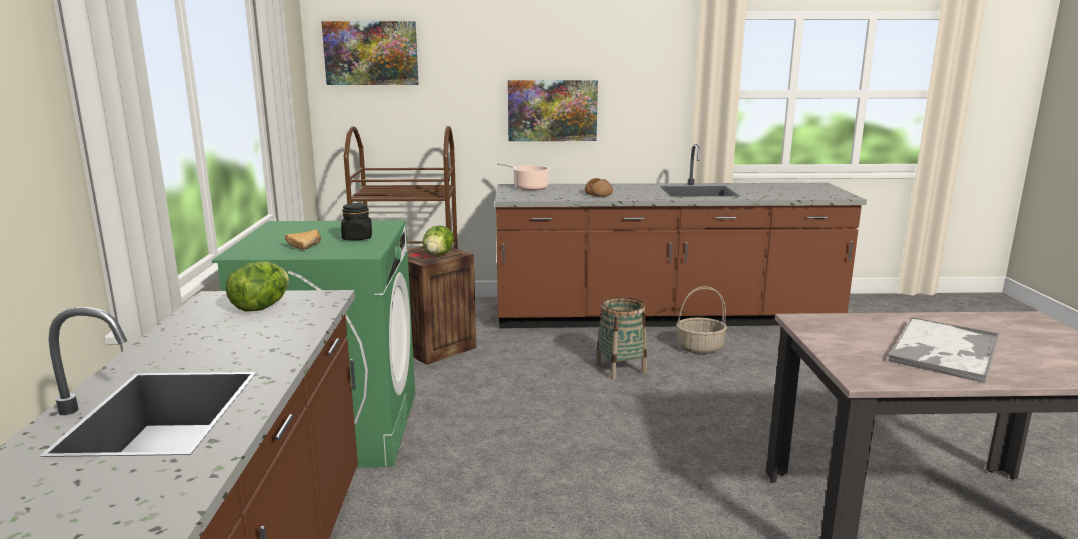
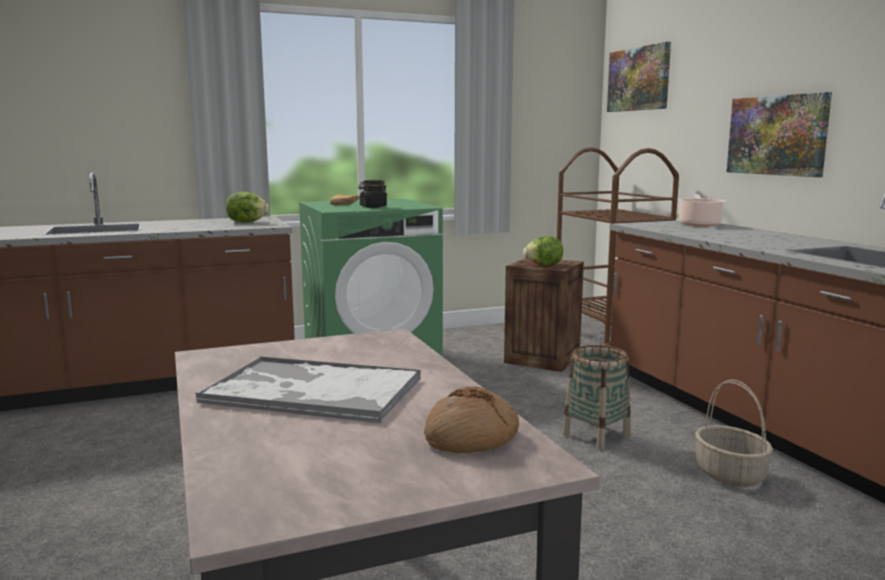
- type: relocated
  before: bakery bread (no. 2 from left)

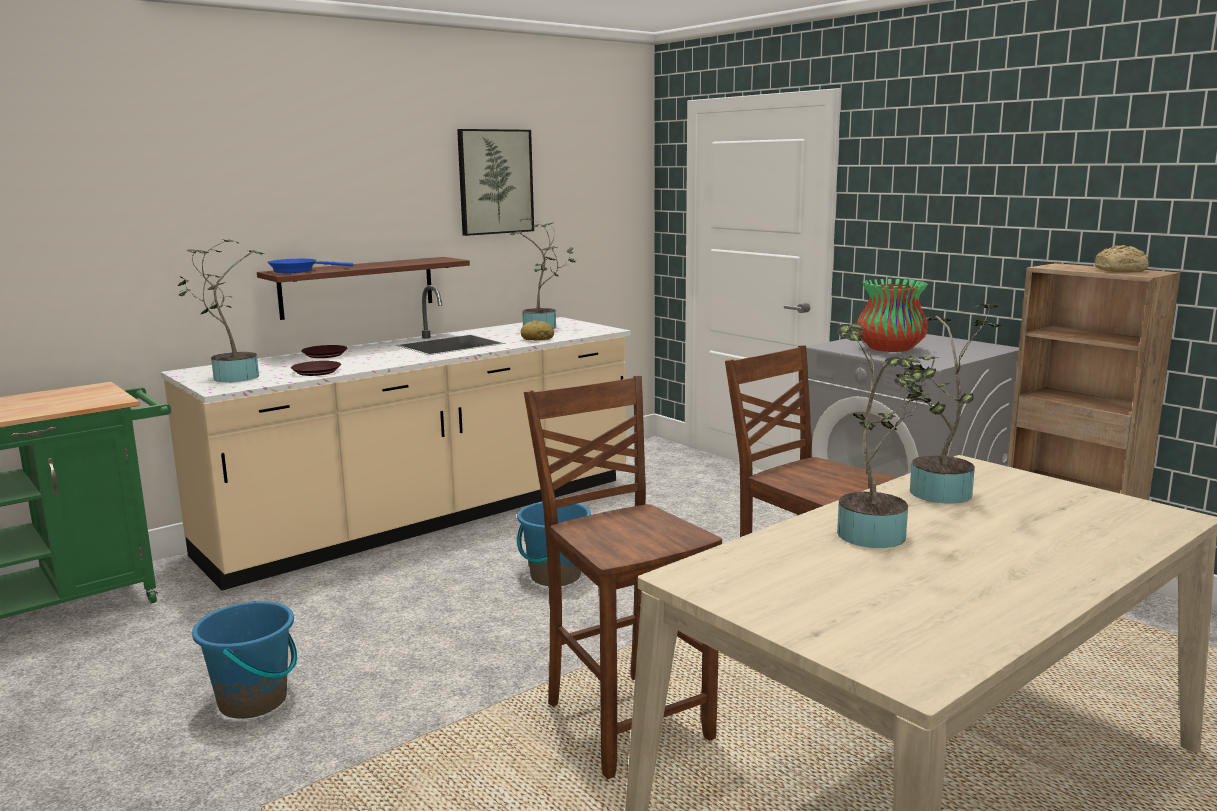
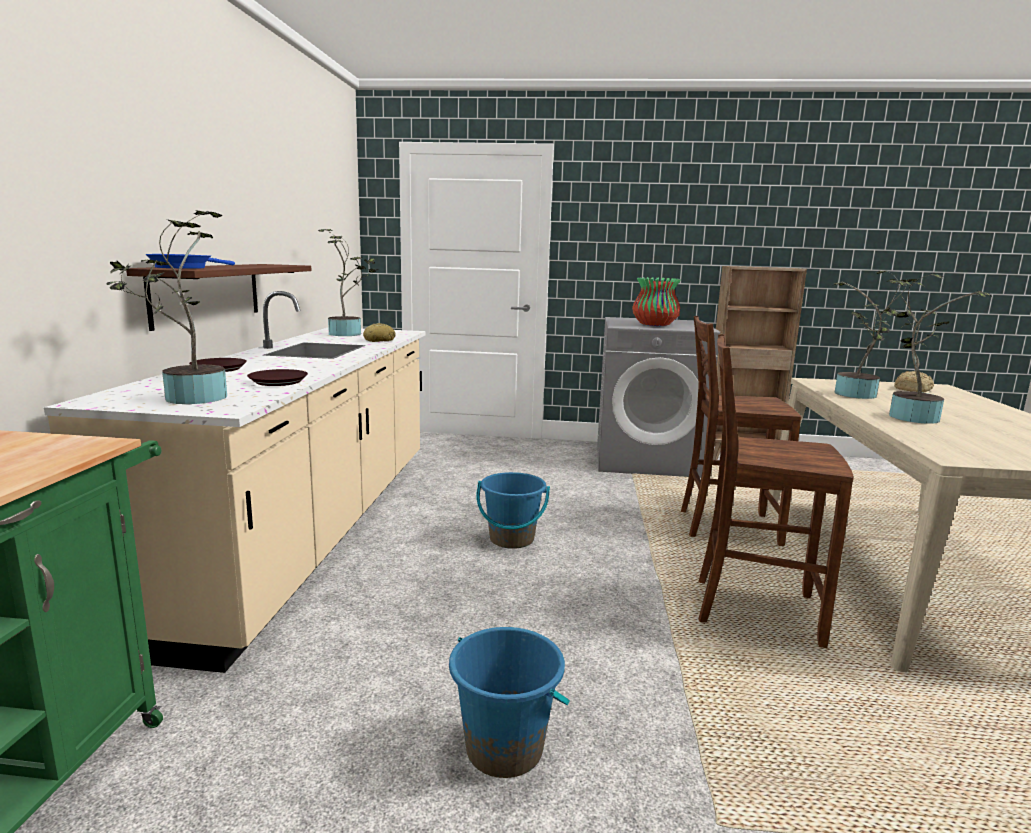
- type: missing
  before: wall picture
- type: relocated
  before: bakery bread (no. 2 from left)

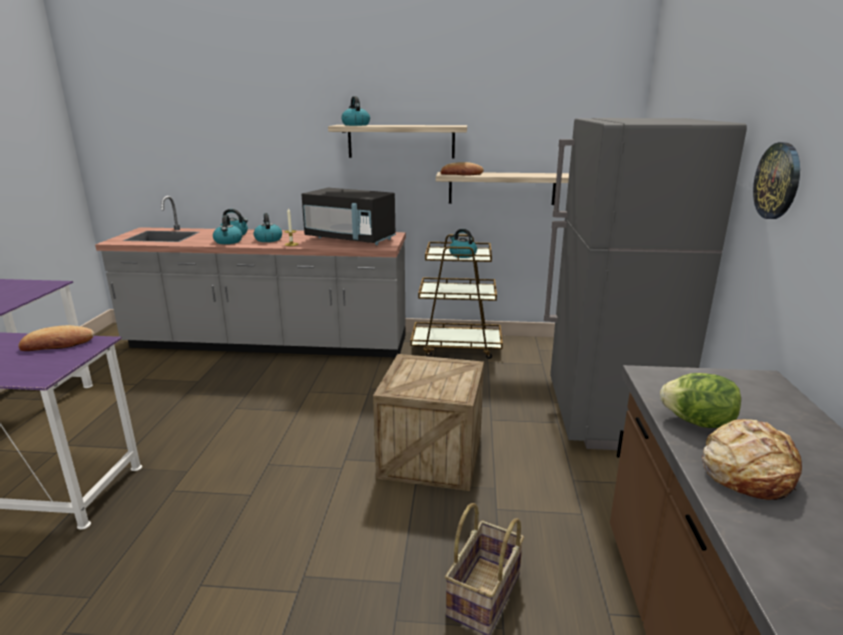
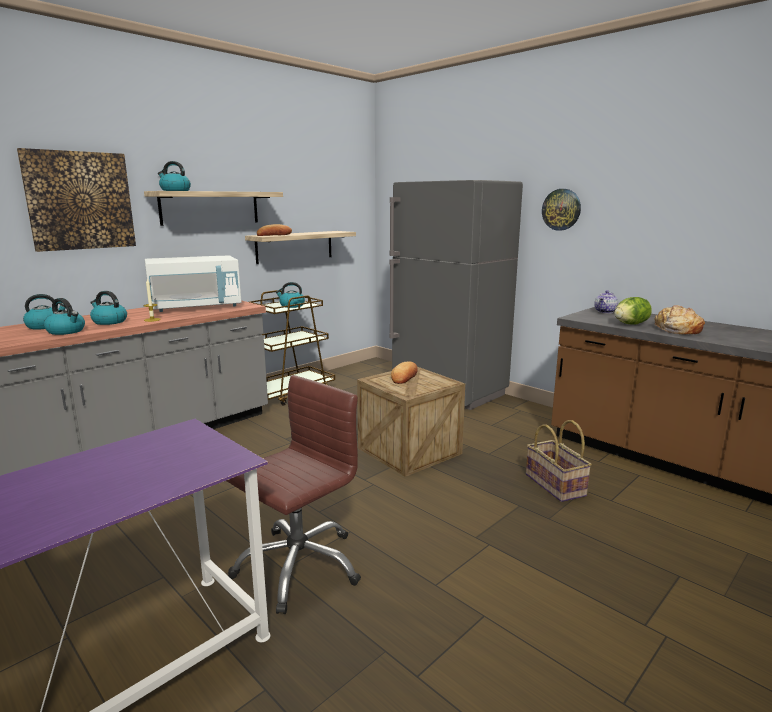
- type: relocated
  before: bakery bread (no. 1 from left in the first image)
  after: bakery bread (no. 2 from left)
- type: colour
  before: kitchen microwave (black-coloured)
  after: kitchen microwave (white)
- type: appeared
  after: wall picture
- type: appeared
  after: office chair (brown)
- type: appeared
  after: tea pot

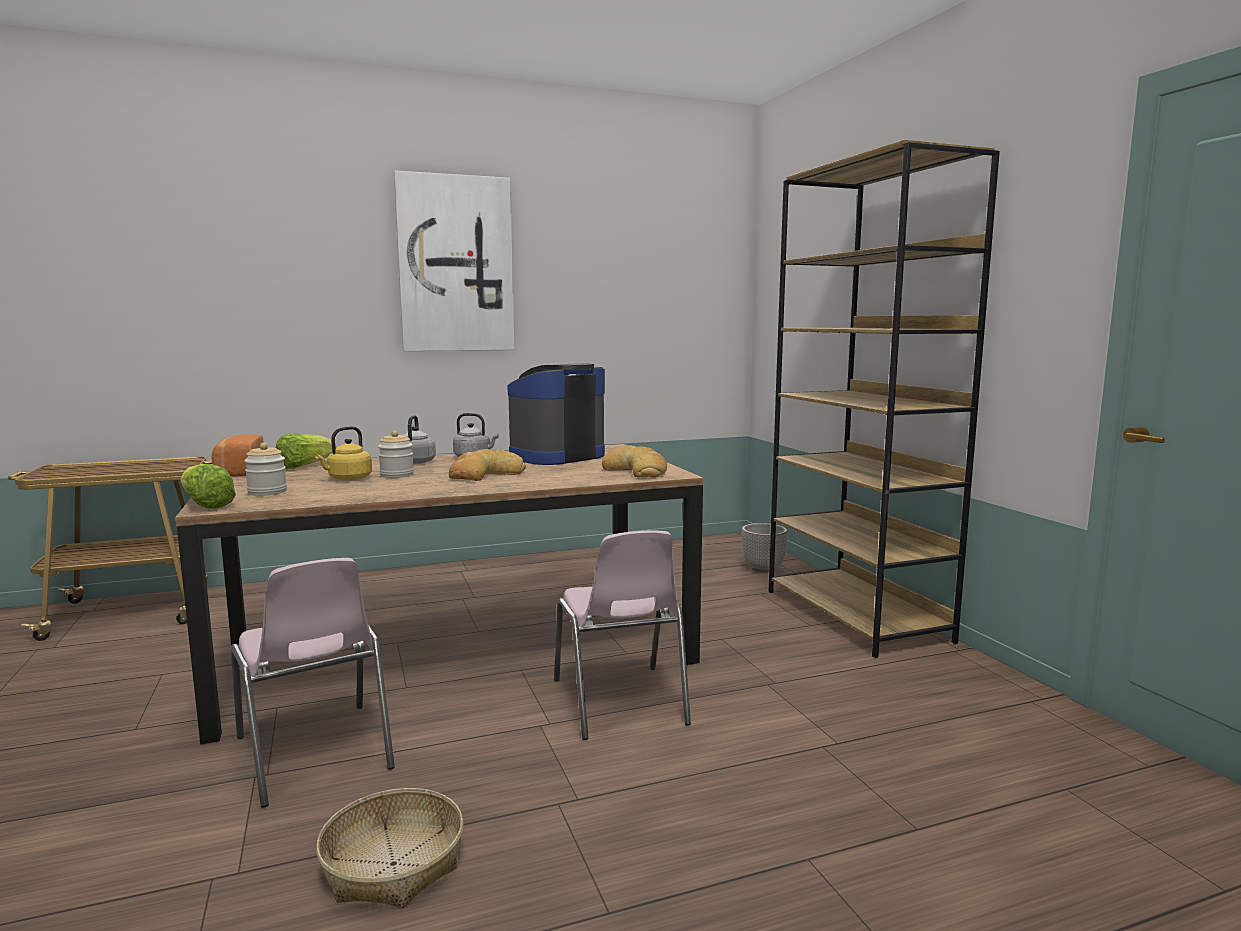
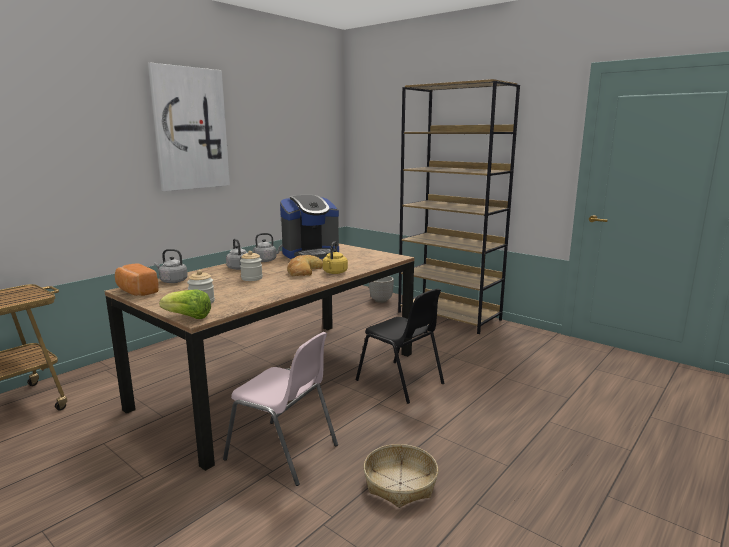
- type: exchanged
  before: lettuce (no. 2 from left)
  after: tea kettle (grey) (no. 1 from left)
- type: relocated
  before: tea kettle (yellow-coloured)
- type: spun
  before: coffee brewer
  turn: -135
- type: colour
  before: chair (pink-coloured) (no. 2 from left)
  after: chair (black-coloured)
- type: missing
  before: bakery bread (no. 3 from left)

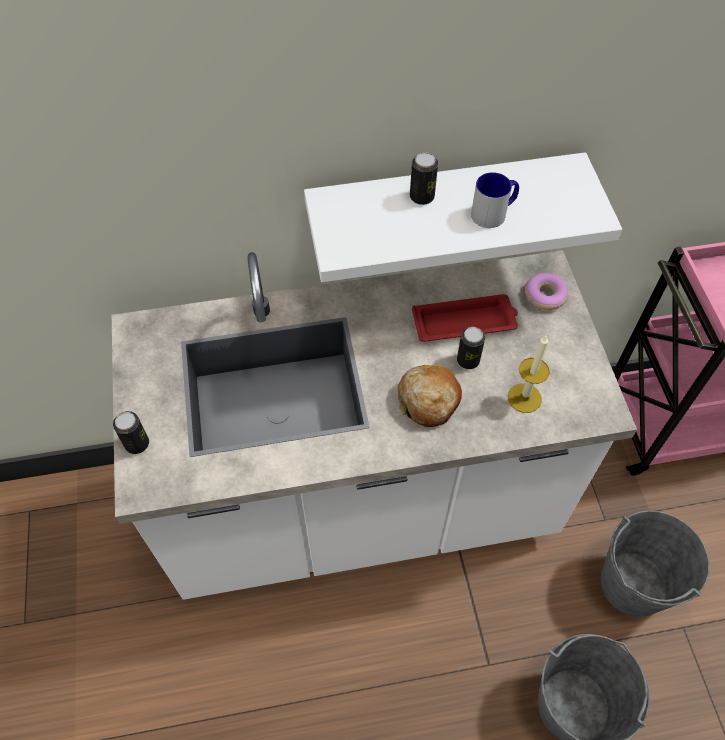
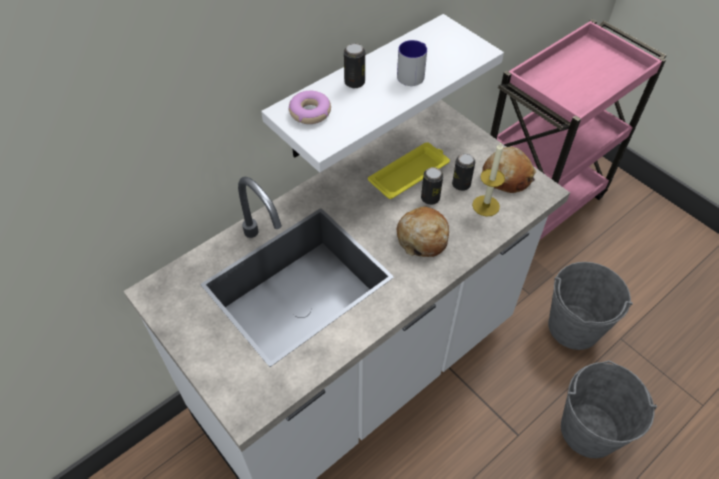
- type: relocated
  before: metal can (no. 1 from left in the first image)
  after: metal can (no. 3 from left)
- type: colour
  before: carrying tray (reddish)
  after: carrying tray (yellow-coloured)
- type: relocated
  before: donut
- type: appeared
  after: bakery bread (no. 2 from left)

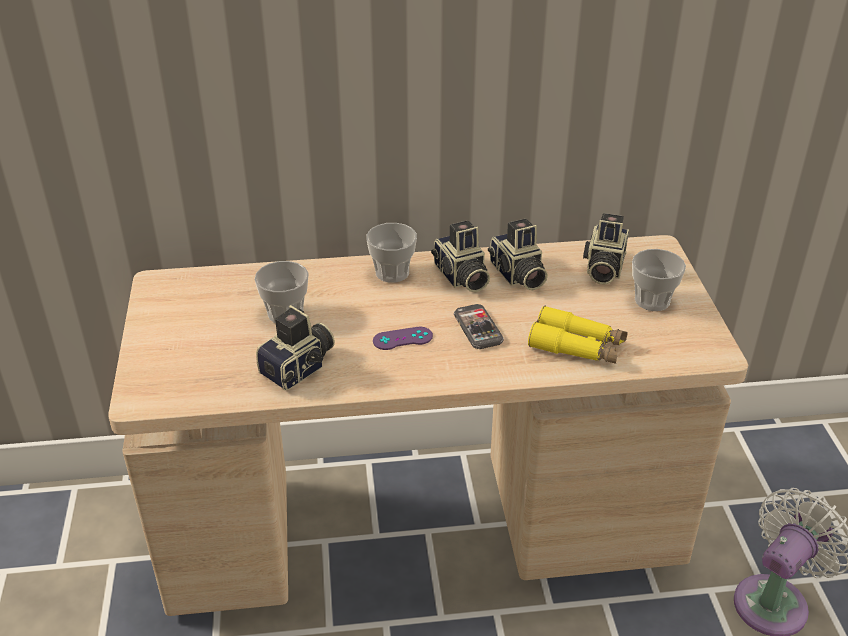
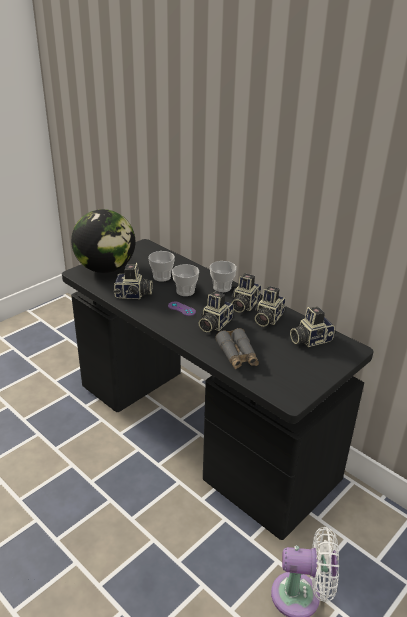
- type: colour
  before: desk (beige-coloured)
  after: desk (black-coloured)
- type: exchanged
  before: telephone
  after: still camera (no. 2 from left)
- type: colour
  before: binoculars (yellow-coloured)
  after: binoculars (grey)
- type: relocated
  before: small cup (no. 3 from left in the first image)
  after: small cup (no. 2 from left)
- type: appeared
  after: globe

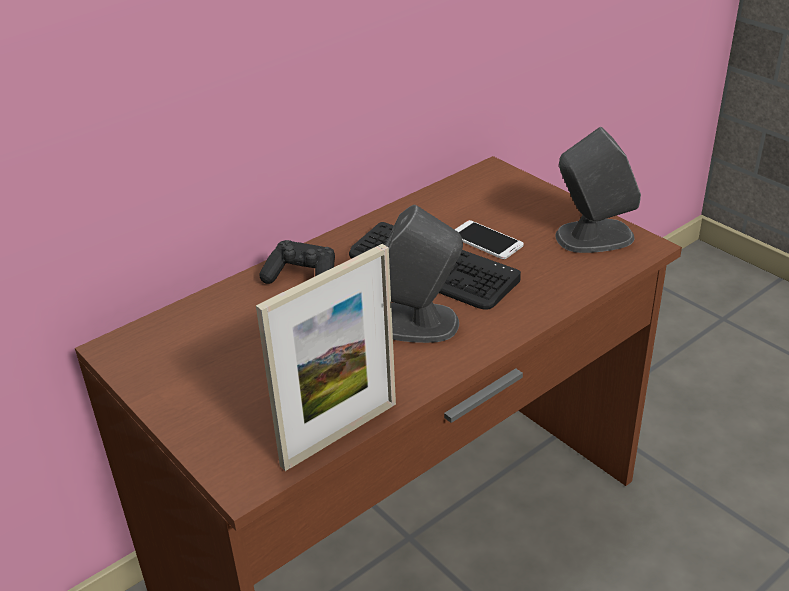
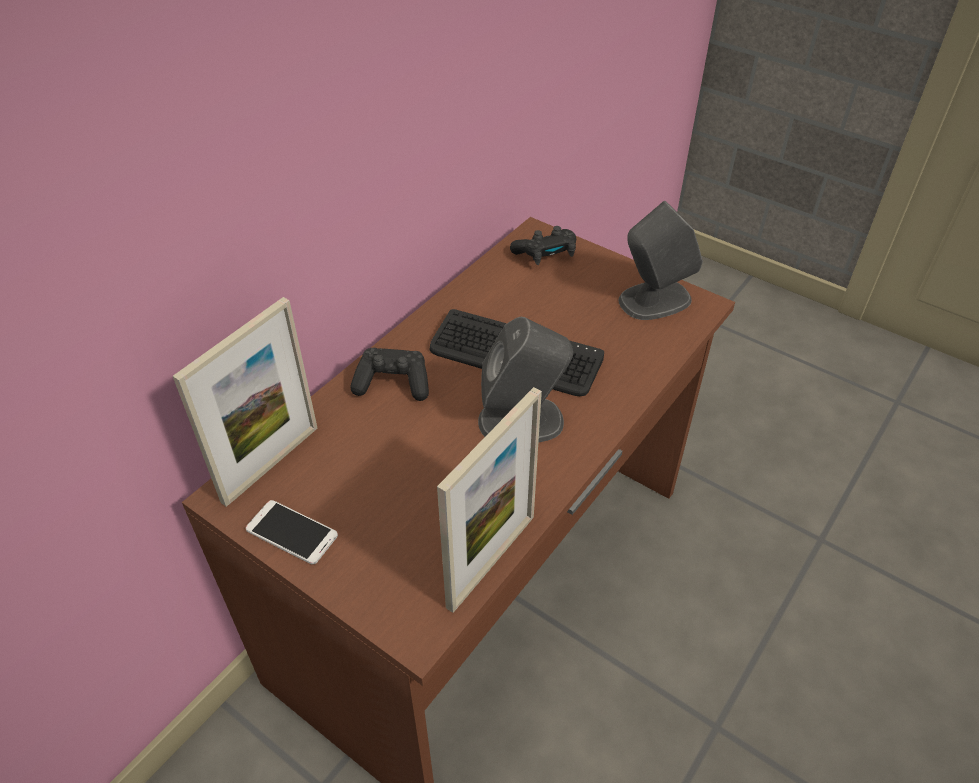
- type: relocated
  before: telephone
- type: appeared
  after: picture frame (no. 1 from left)
- type: appeared
  after: game controller (black-coloured) (no. 2 from left)

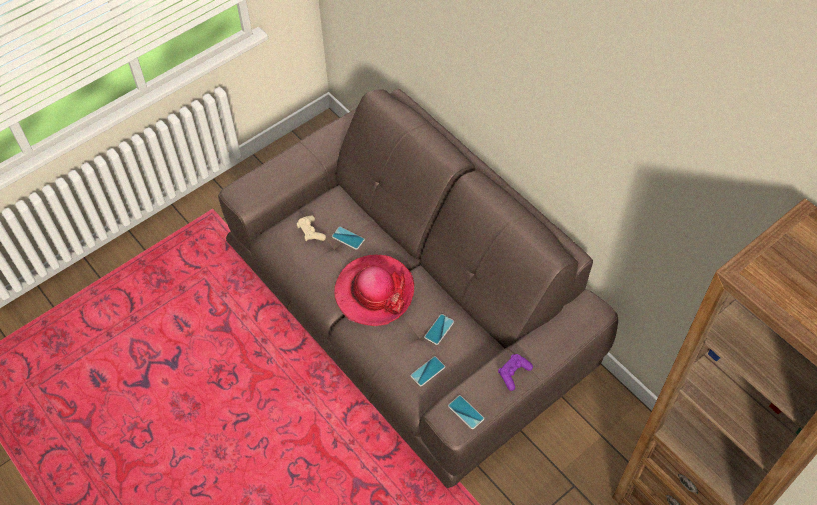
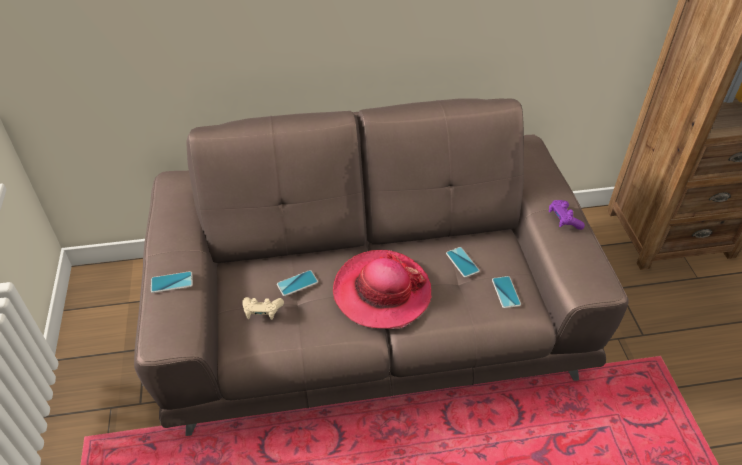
- type: relocated
  before: telephone (no. 4 from left in the first image)
  after: telephone (no. 1 from left)

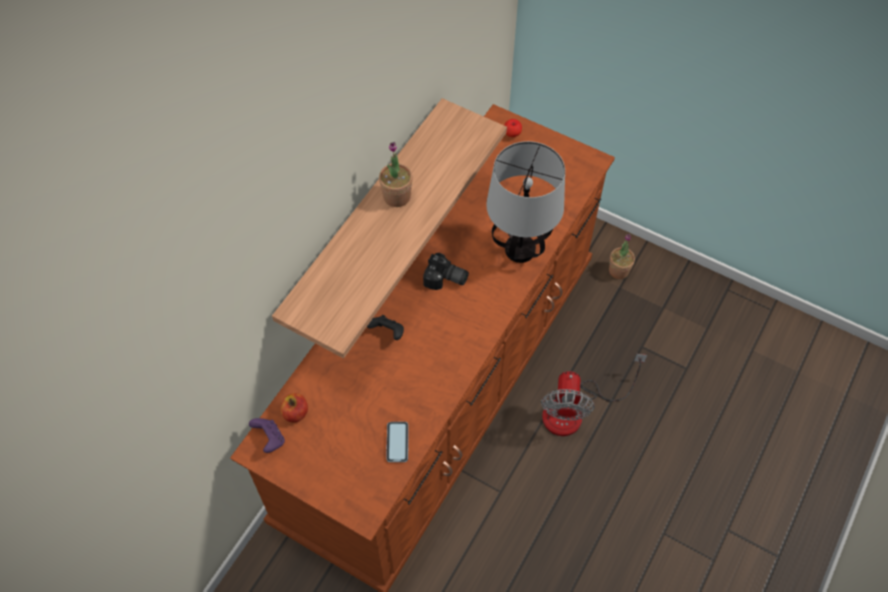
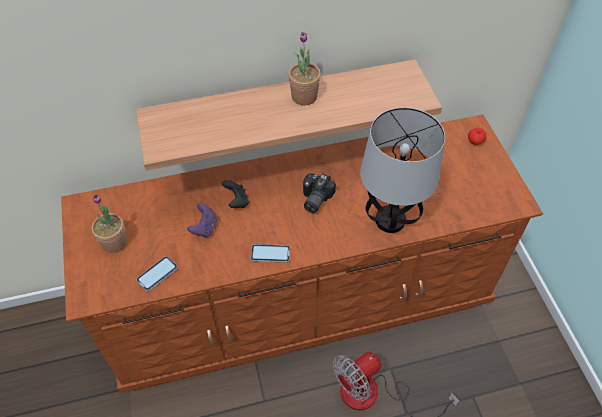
- type: relocated
  before: game controller (purple-coloured)
- type: missing
  before: apple (no. 1 from left)
- type: spun
  before: still camera
  turn: 45
- type: relocated
  before: plant in a pot (no. 2 from left in the first image)
  after: plant in a pot (no. 1 from left)
- type: appeared
  after: telephone (no. 2 from left)

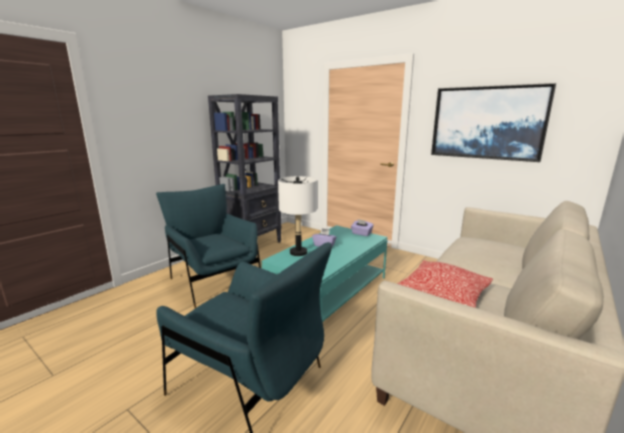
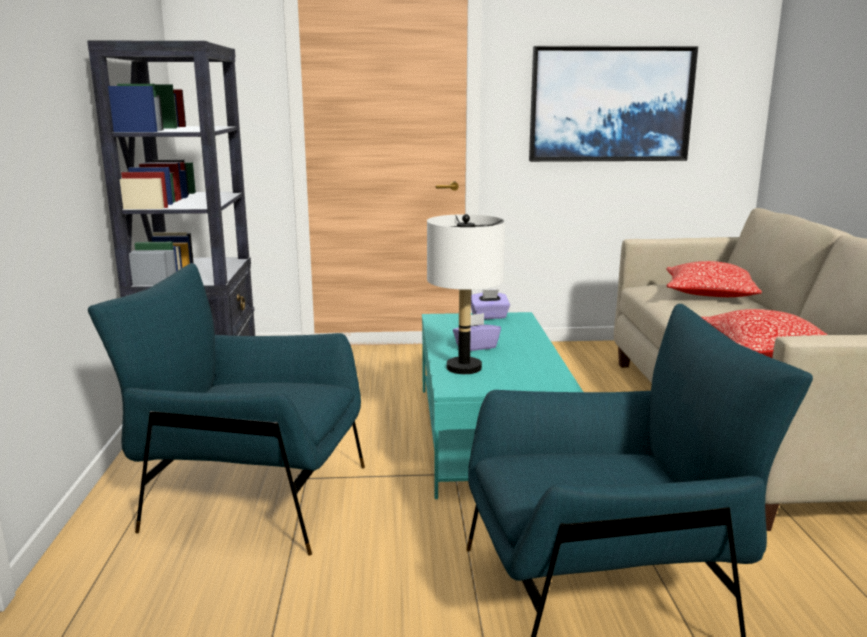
- type: appeared
  after: pillow (no. 1 from left)

